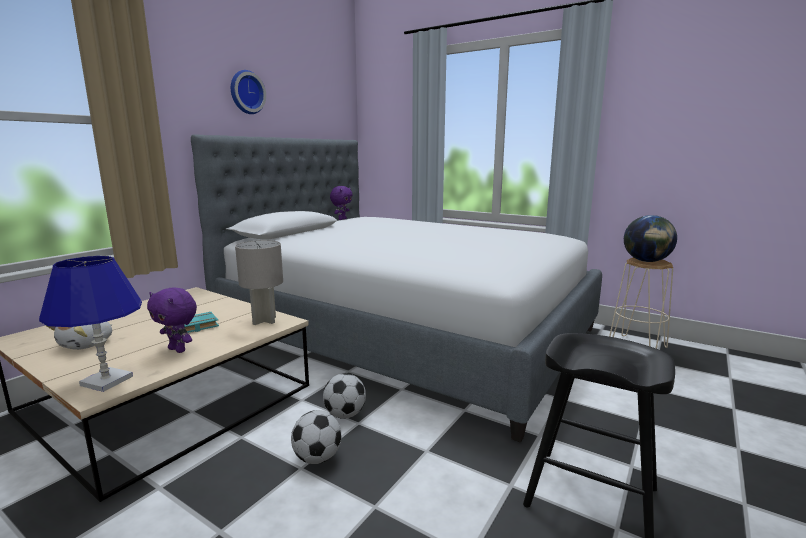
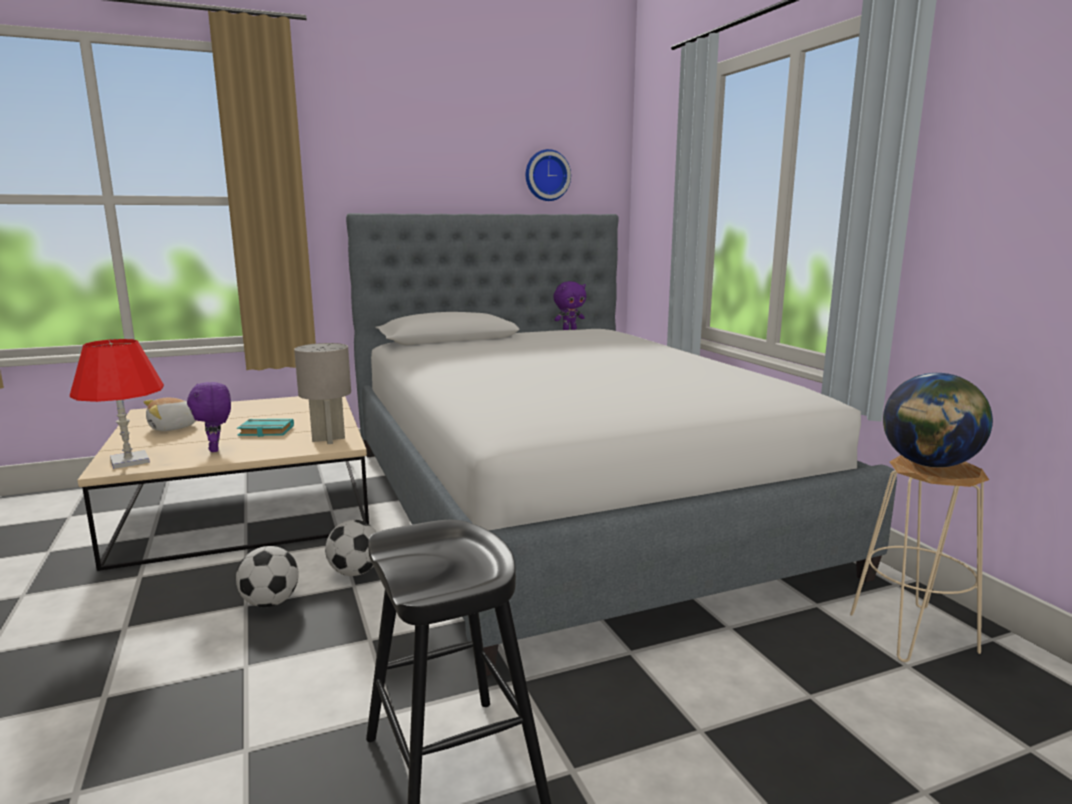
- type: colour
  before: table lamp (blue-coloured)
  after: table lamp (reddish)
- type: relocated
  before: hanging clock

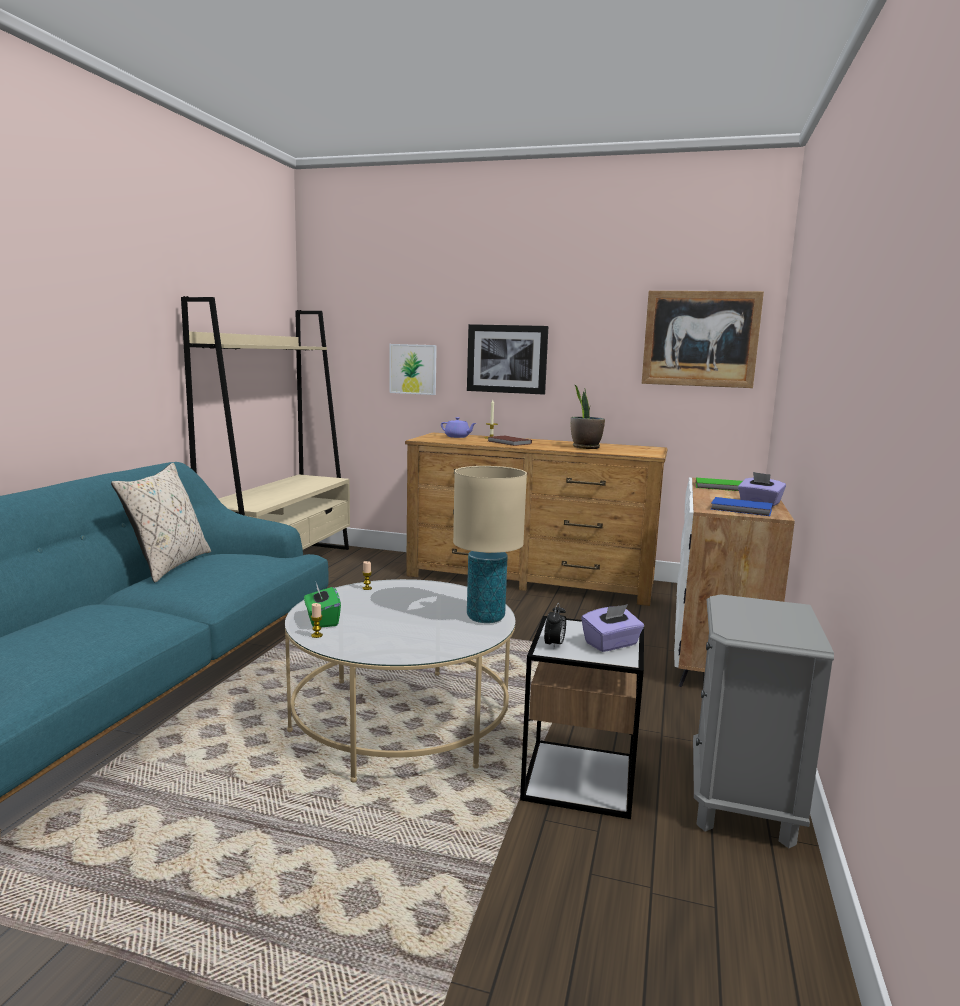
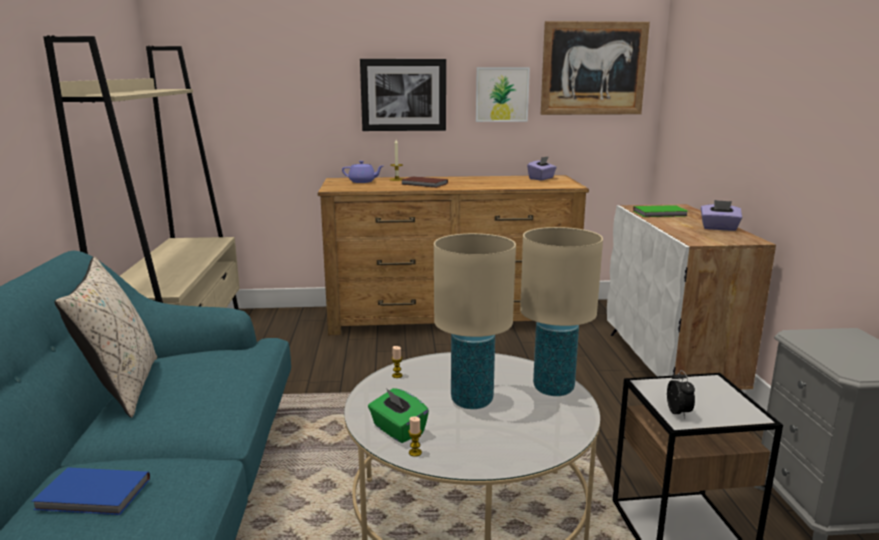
- type: relocated
  before: wall picture (no. 1 from left in the first image)
  after: wall picture (no. 2 from left)
- type: missing
  before: plant in a pot
- type: relocated
  before: box of tissues (purple-coloured) (no. 1 from left)
- type: relocated
  before: volume (blue-coloured)
- type: appeared
  after: table lamp (beige-coloured) (no. 1 from left)

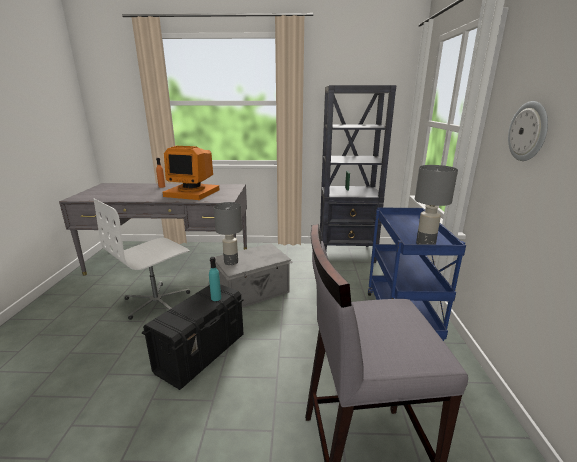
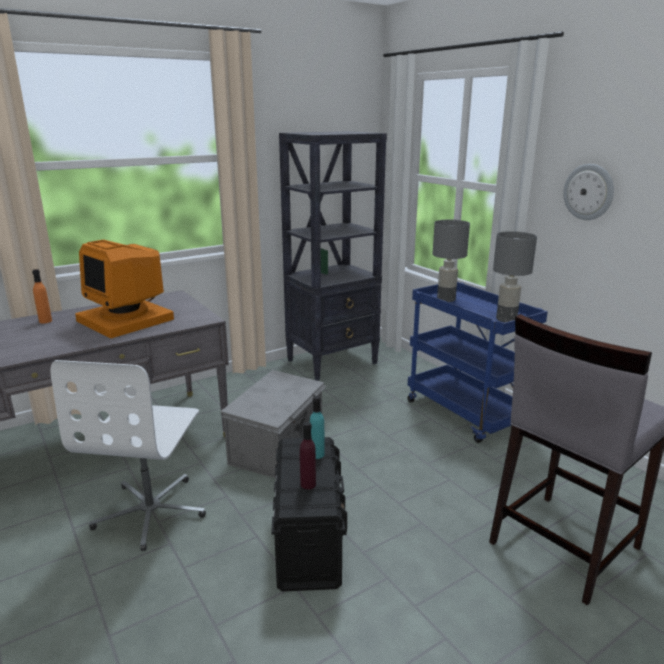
- type: spun
  before: computer screen
  turn: 60
- type: relocated
  before: table lamp (grey) (no. 1 from left)
- type: appeared
  after: beverage bottle (purple-coloured)

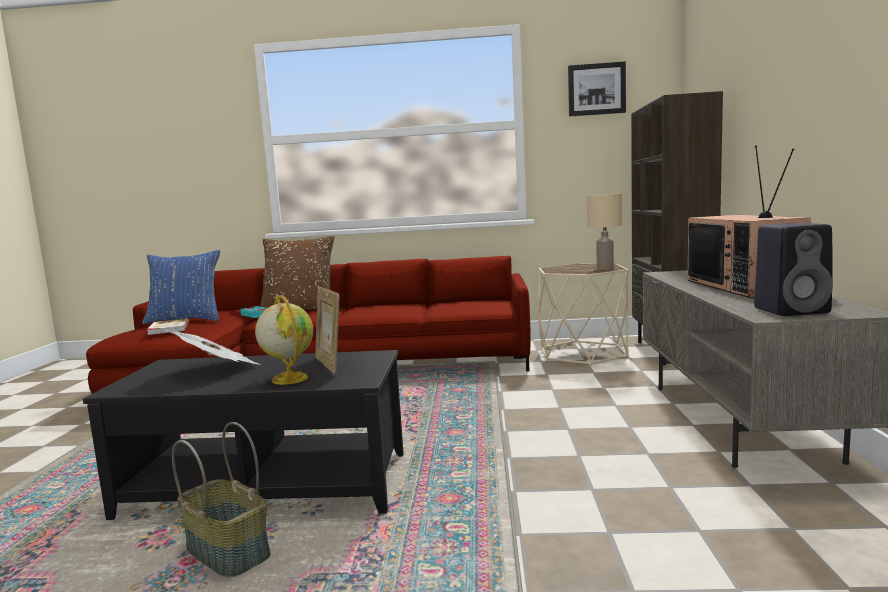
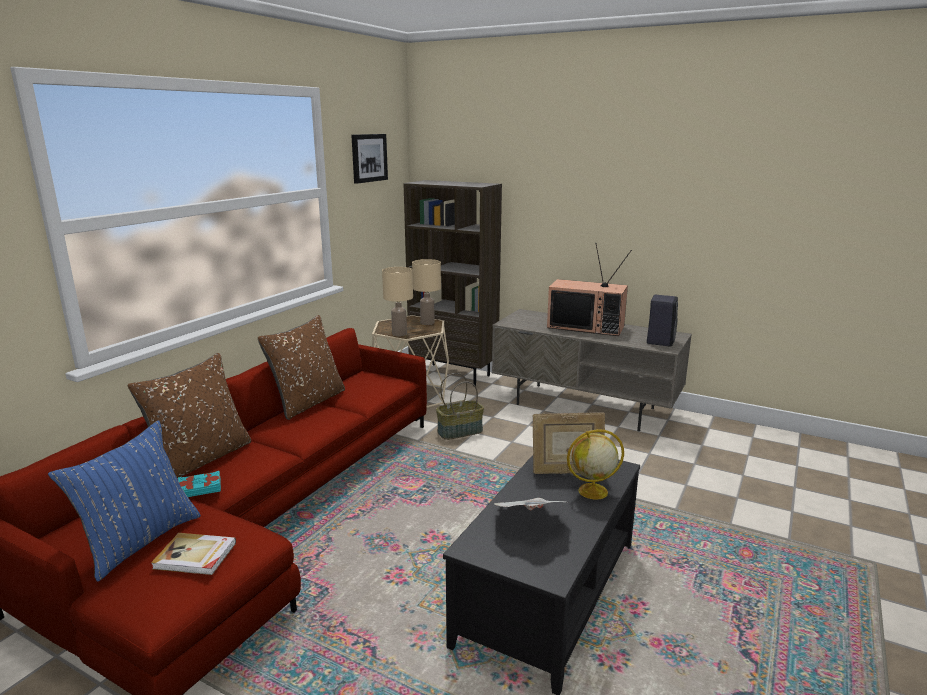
- type: relocated
  before: household basket
- type: appeared
  after: pillow (brown) (no. 2 from left)
- type: appeared
  after: table lamp (beige-coloured) (no. 1 from left)

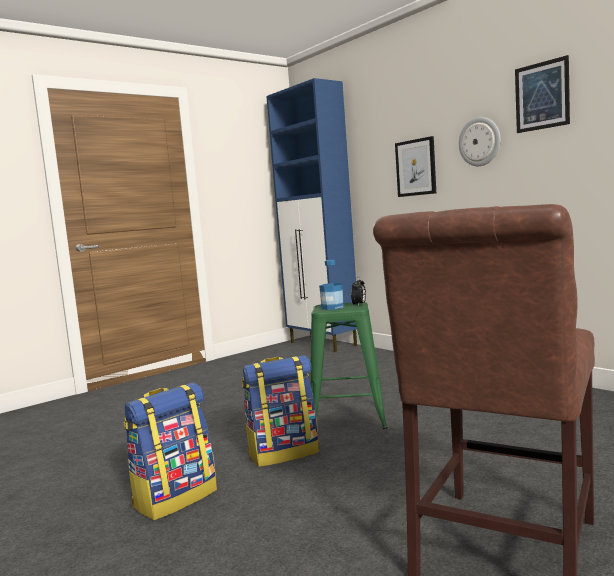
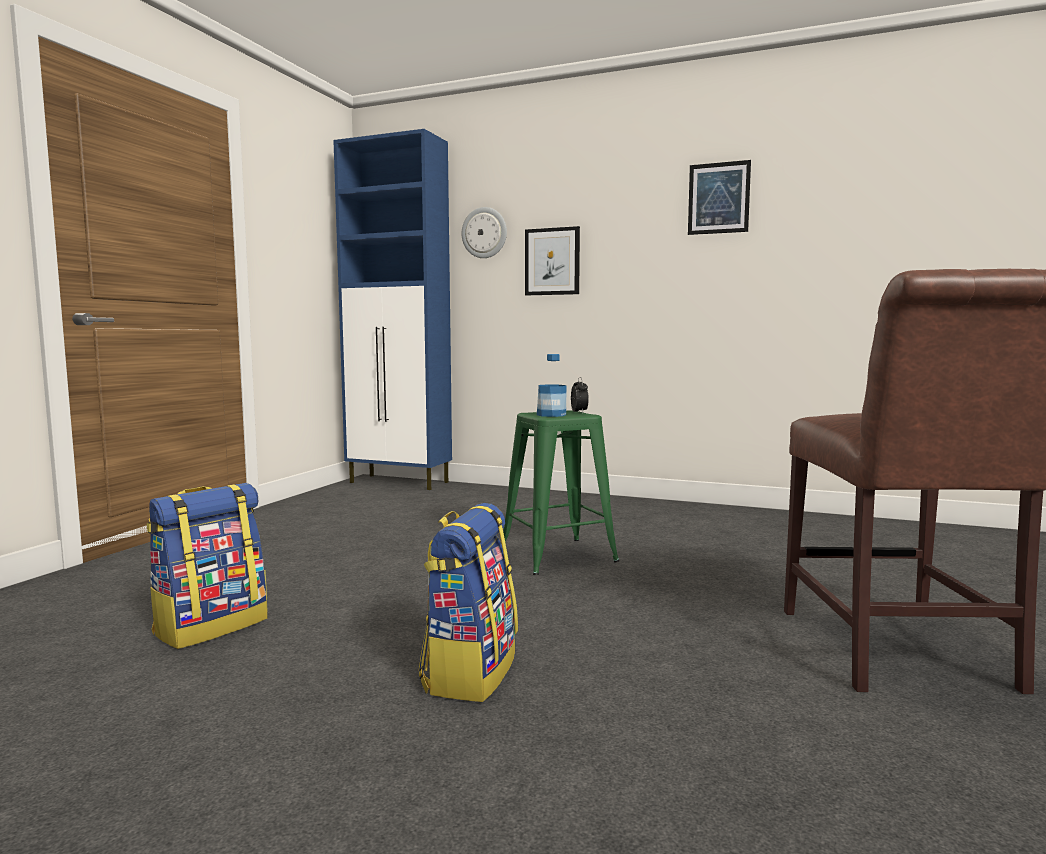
- type: relocated
  before: backpack (no. 2 from left in the first image)
  after: backpack (no. 1 from left)
- type: relocated
  before: hanging clock

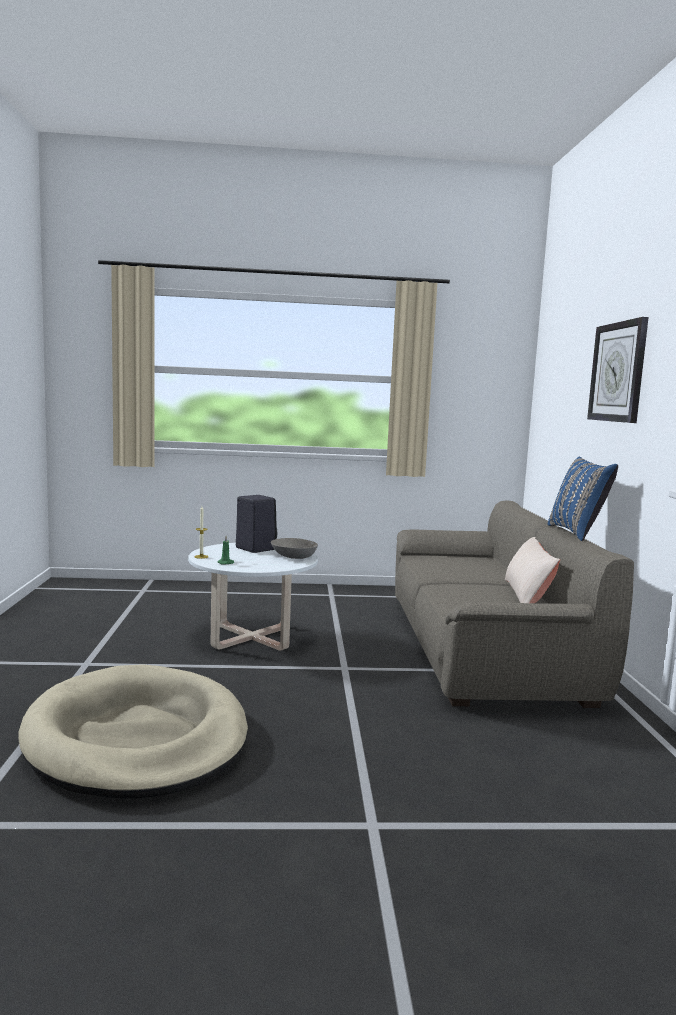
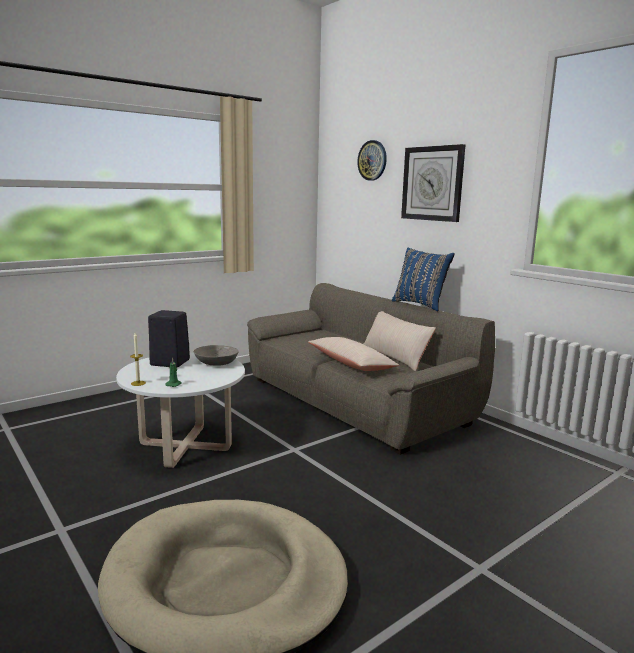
- type: appeared
  after: pillow (beige-coloured) (no. 1 from left)
- type: appeared
  after: hanging clock (no. 1 from left)

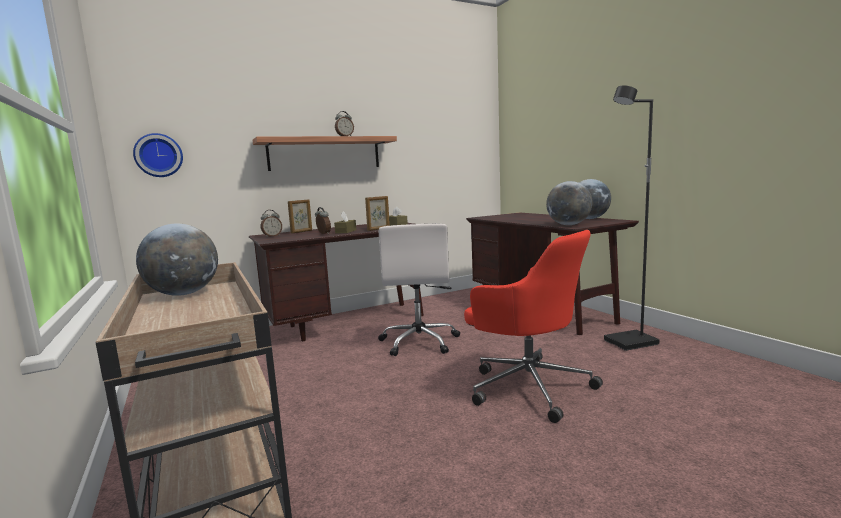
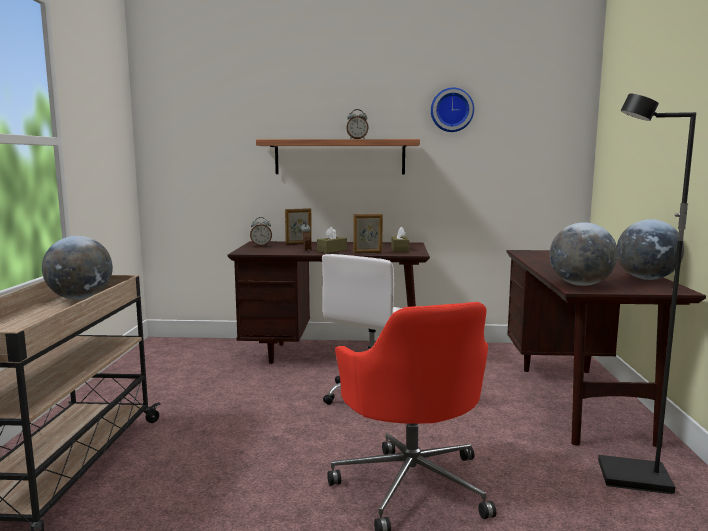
- type: relocated
  before: hanging clock

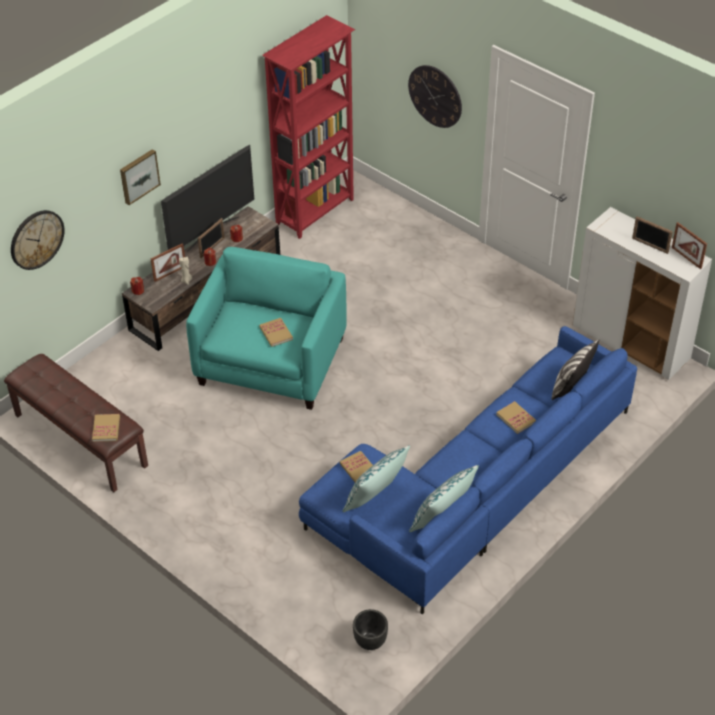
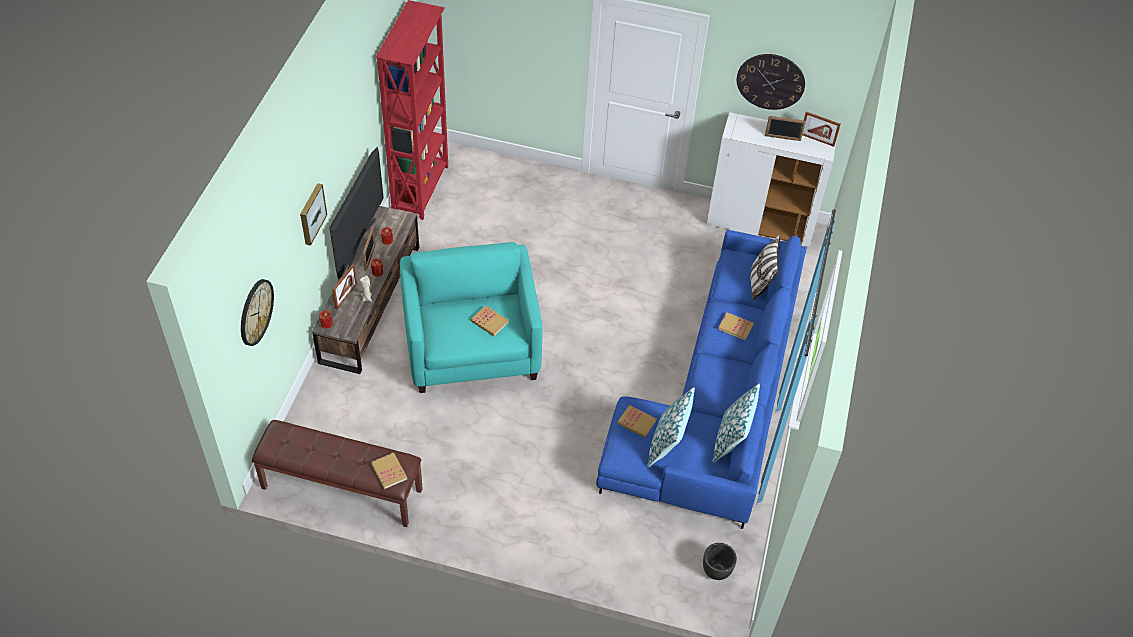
- type: relocated
  before: hanging clock (no. 2 from left)

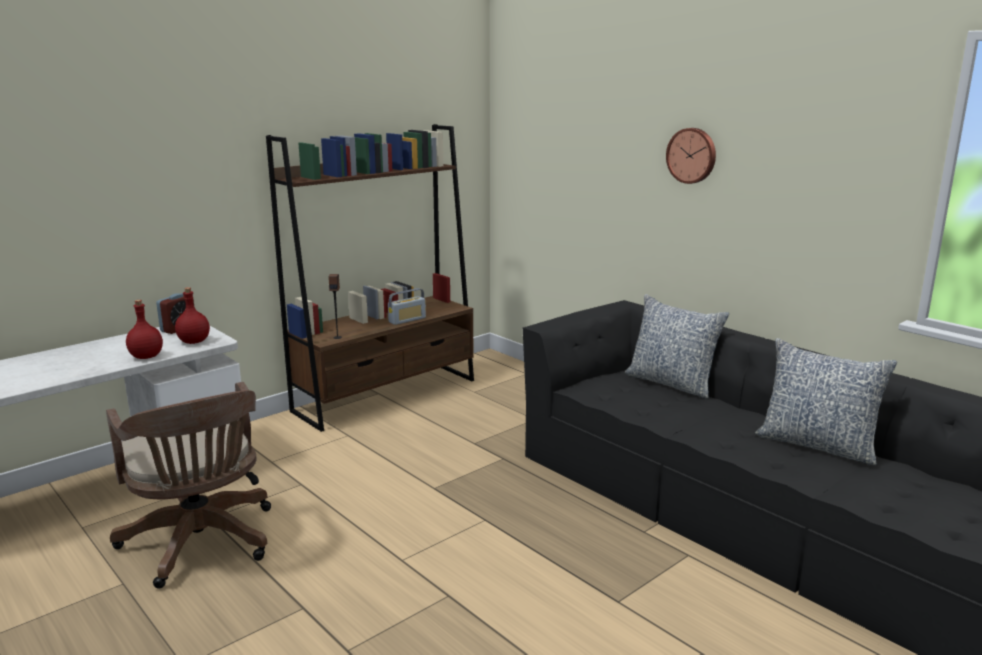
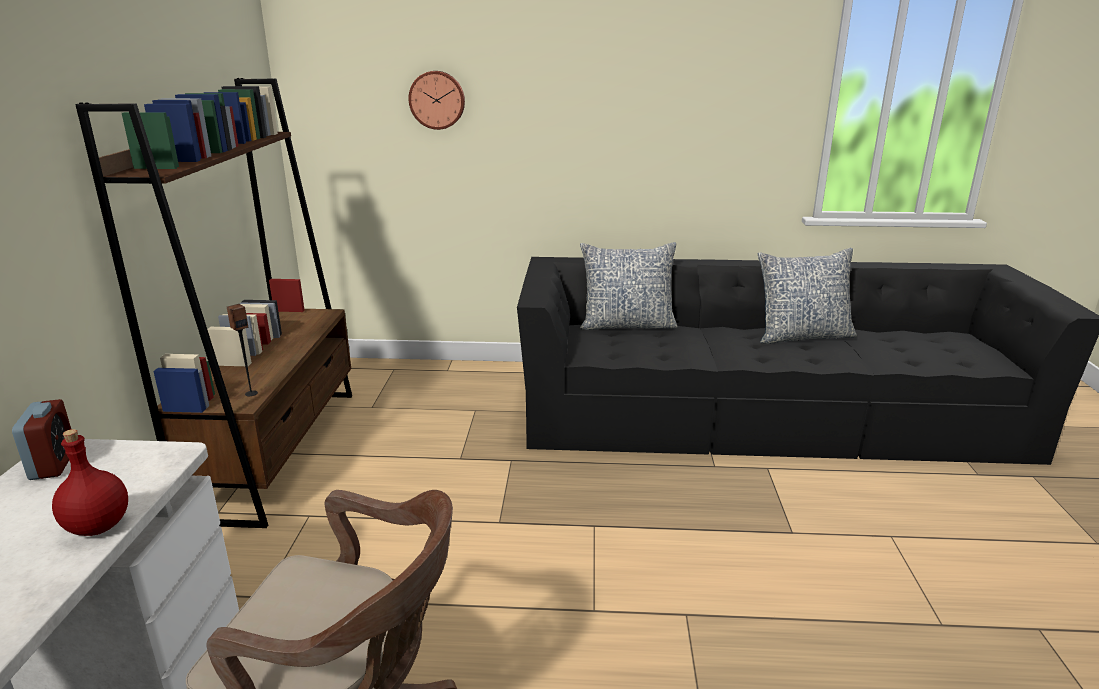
- type: missing
  before: beverage bottle (reddish) (no. 2 from left)
- type: missing
  before: radio receiver
- type: relocated
  before: hanging clock

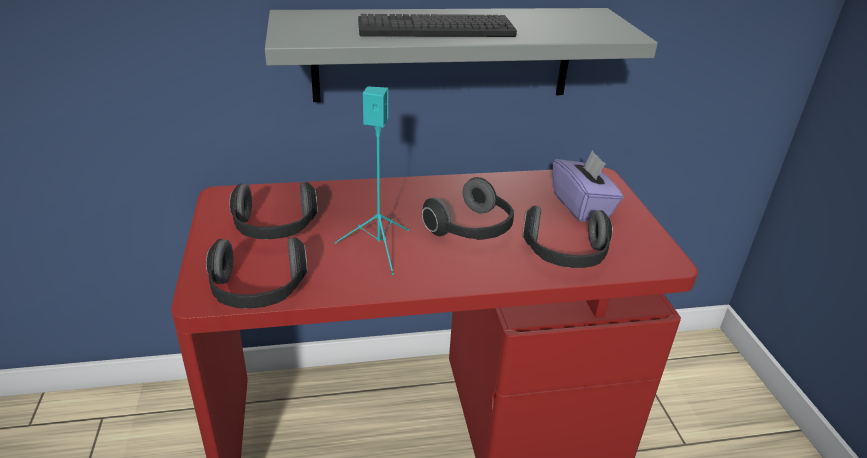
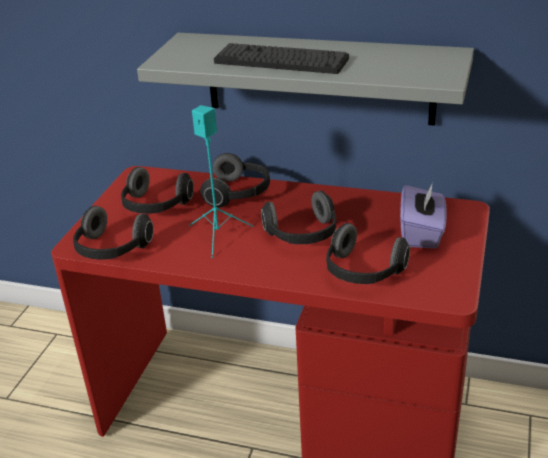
- type: appeared
  after: headphones (no. 3 from left)

